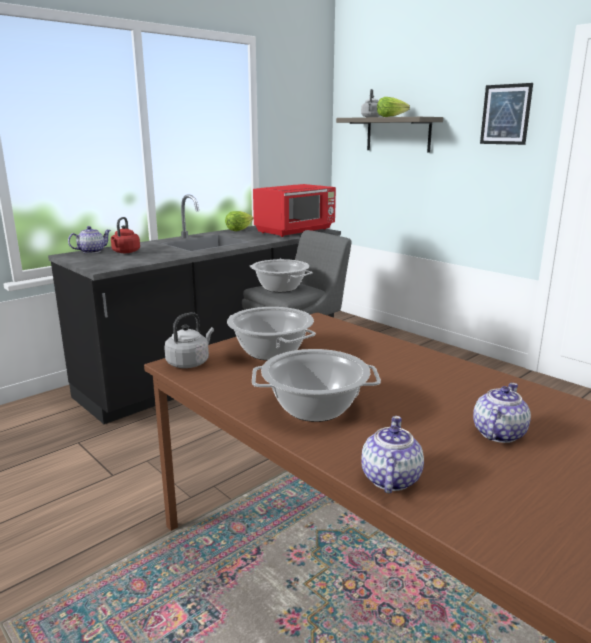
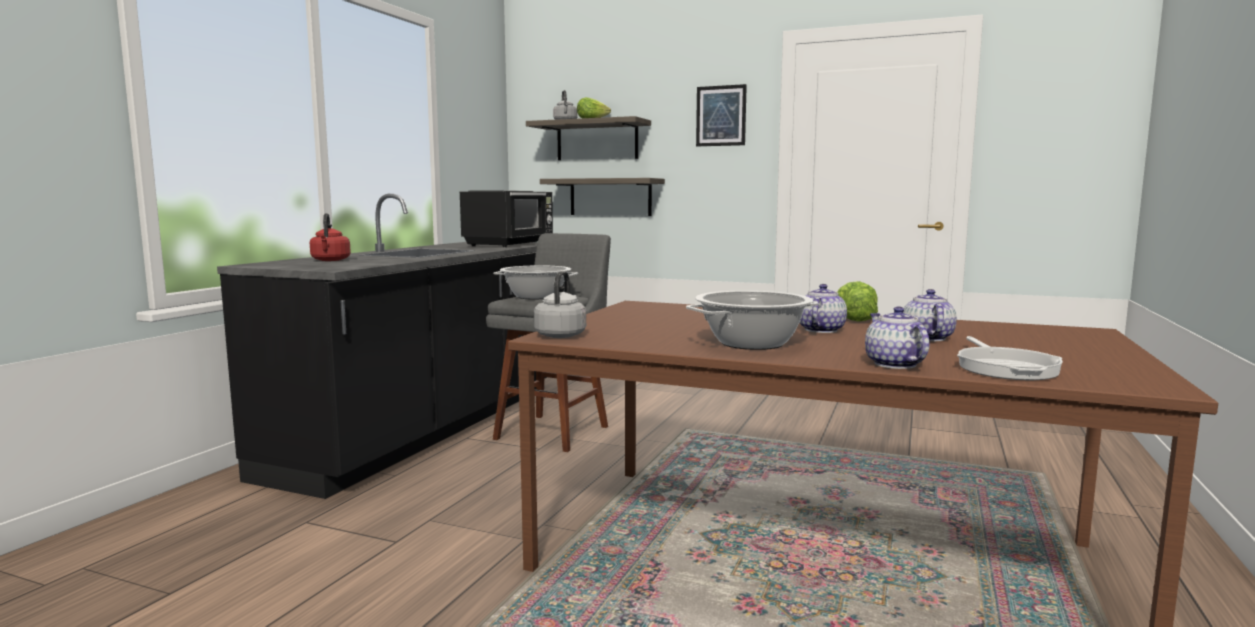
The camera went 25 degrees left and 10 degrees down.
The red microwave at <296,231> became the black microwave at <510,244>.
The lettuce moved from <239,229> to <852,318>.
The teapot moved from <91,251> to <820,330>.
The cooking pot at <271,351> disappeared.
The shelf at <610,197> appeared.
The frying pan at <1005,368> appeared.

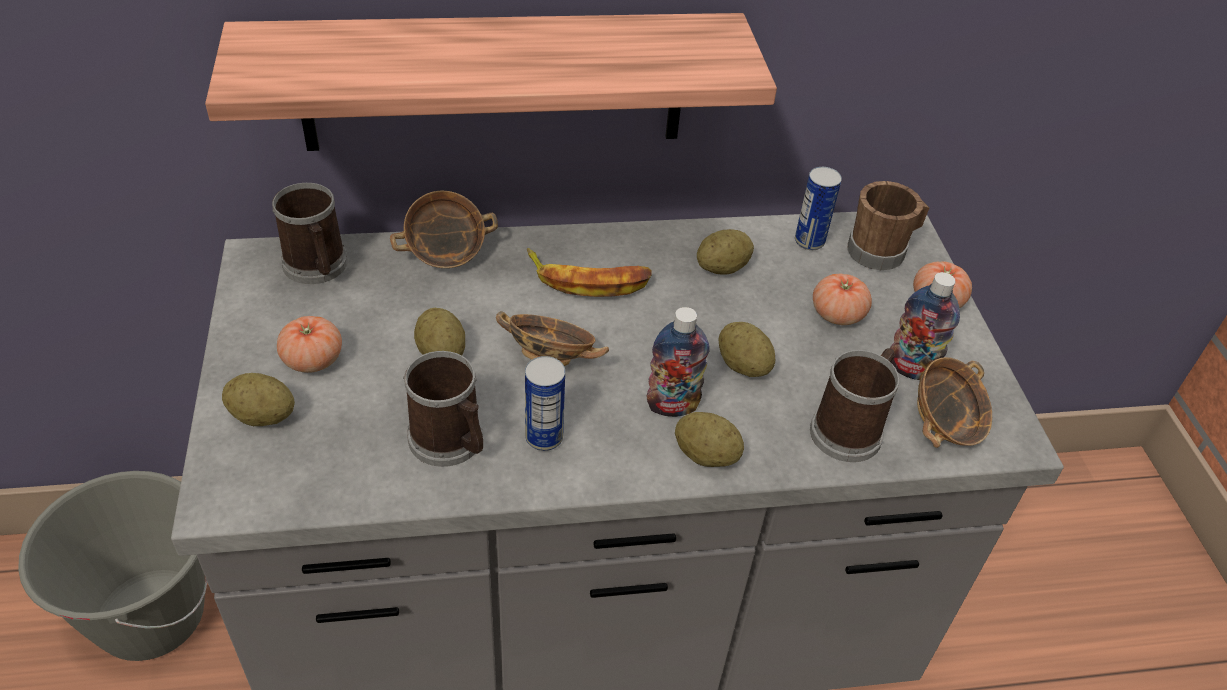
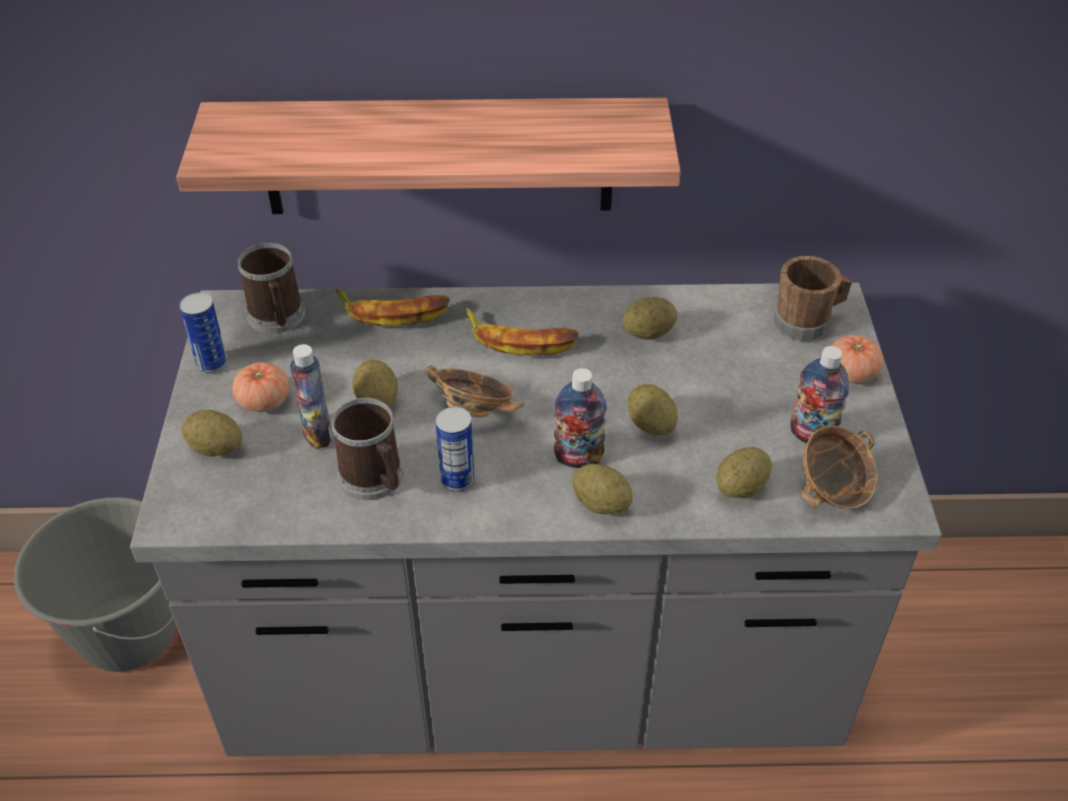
The camera went 10 degrees right and 0 degrees up.
The can moved from <809,241> to <212,363>.
The bowl at <446,255> was replaced by the banana at <393,311>.
The tomato at <837,314> disappeared.
The mug at <850,428> was replaced by the potato at <741,487>.
The bottle at <317,433> appeared.

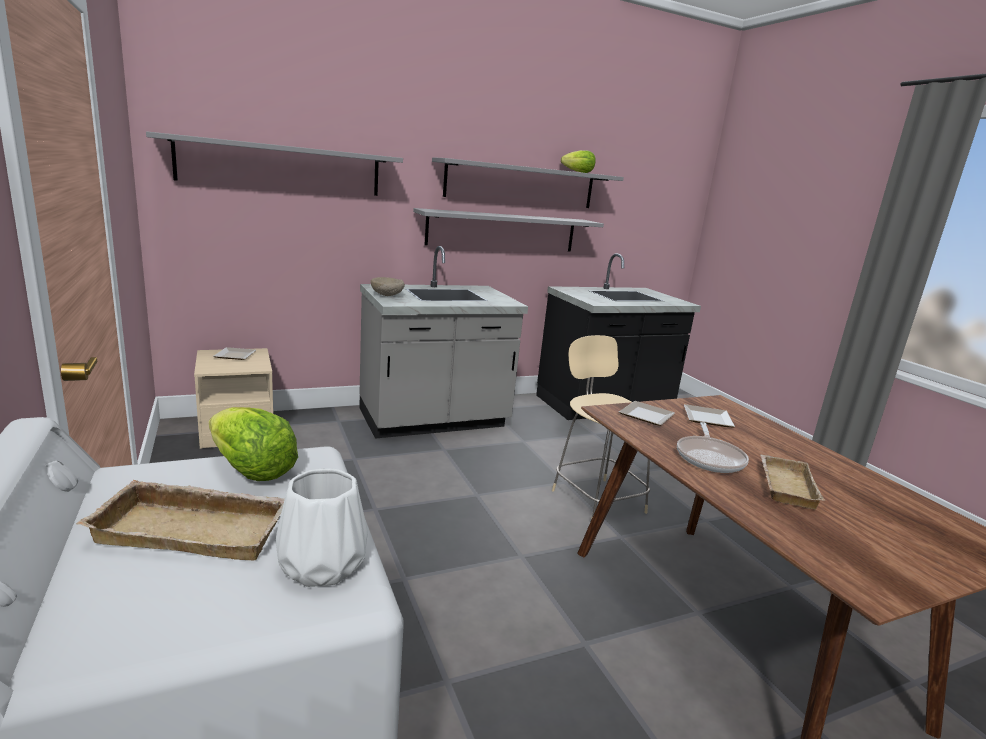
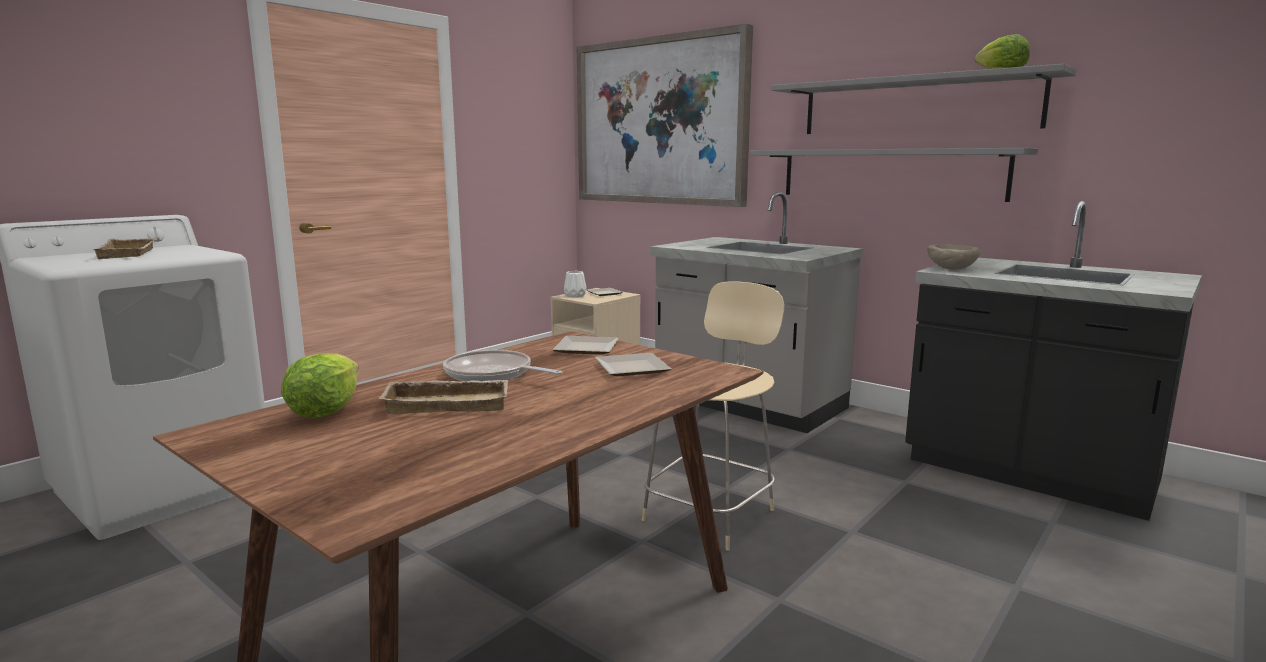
The camera went 65 degrees right and 5 degrees down.
The grey shelf at <281,167> was replaced by the picture at <659,122>.
The beige bowl moved from <387,296> to <950,269>.
The lettuce moved from <251,471> to <325,410>.
The frying pan at <709,457> turned 45 degrees clockwise.
The white vase moved from <320,565> to <574,295>.

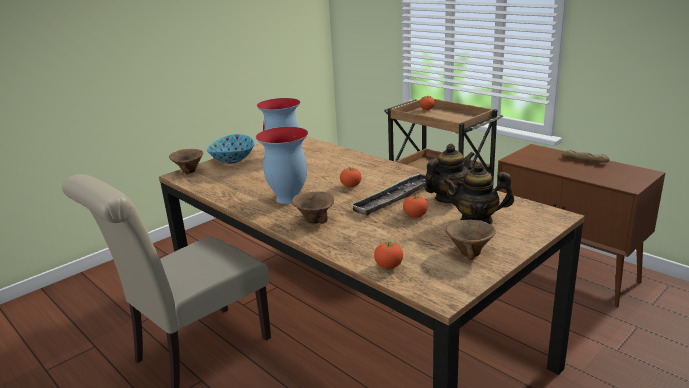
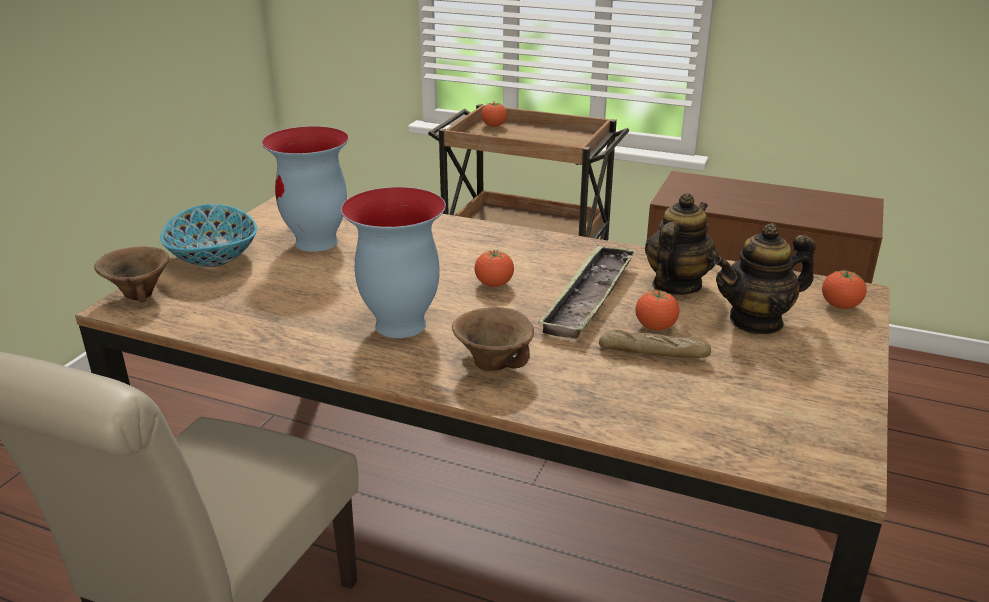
The camera went 25 degrees left and 5 degrees up.
The bread moved from <584,160> to <653,353>.
The brown bowl at <470,254> disappeared.
The tomato moved from <389,266> to <840,306>.

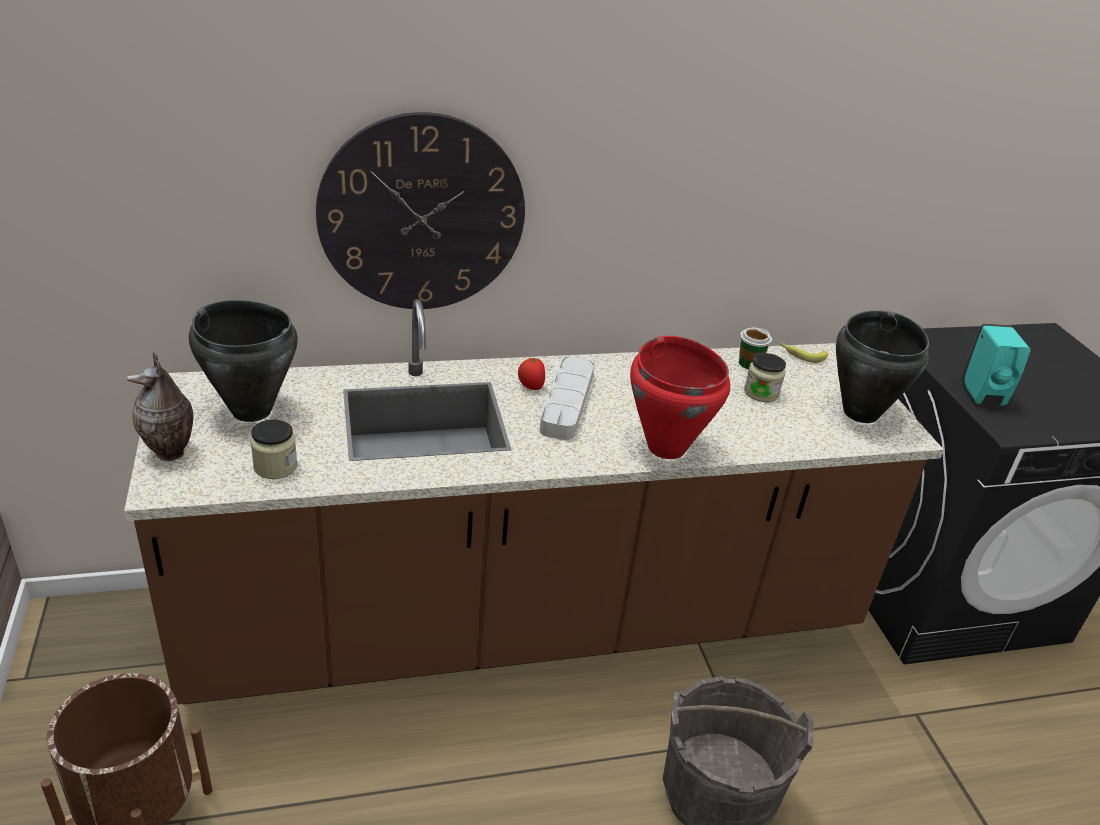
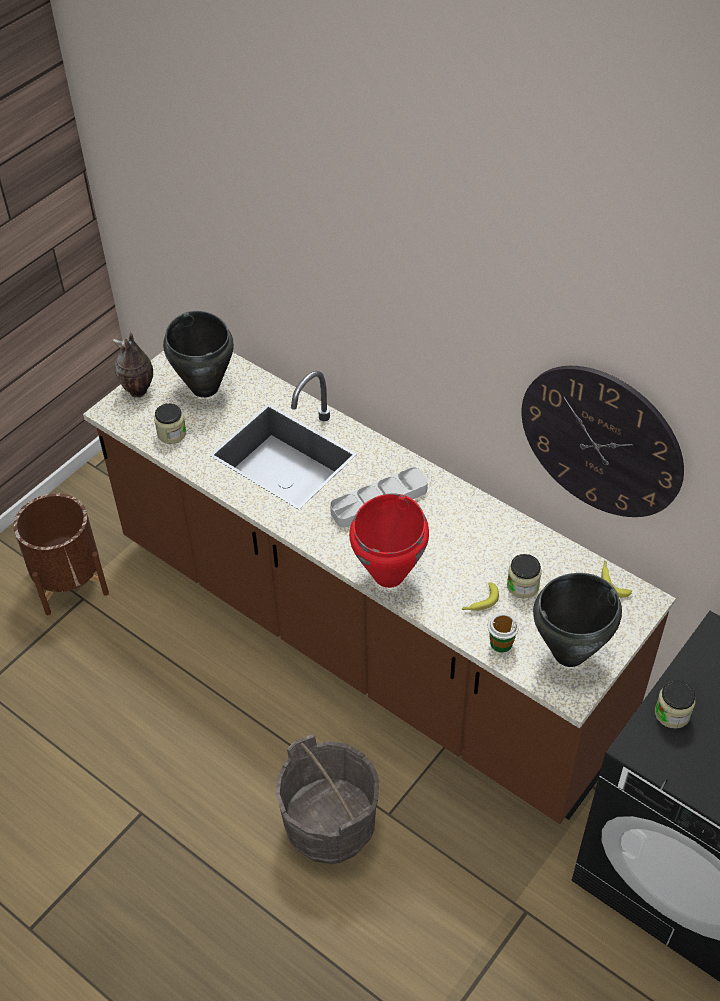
The camera went 55 degrees right and 15 degrees up.
The wall clock moved from <422,215> to <601,441>.
The turquoise soap dispenser at <982,397> was replaced by the jar at <672,713>.
The cup moved from <749,363> to <501,643>.
The tomato at <530,387> disappeared.
The banana at <479,602> appeared.

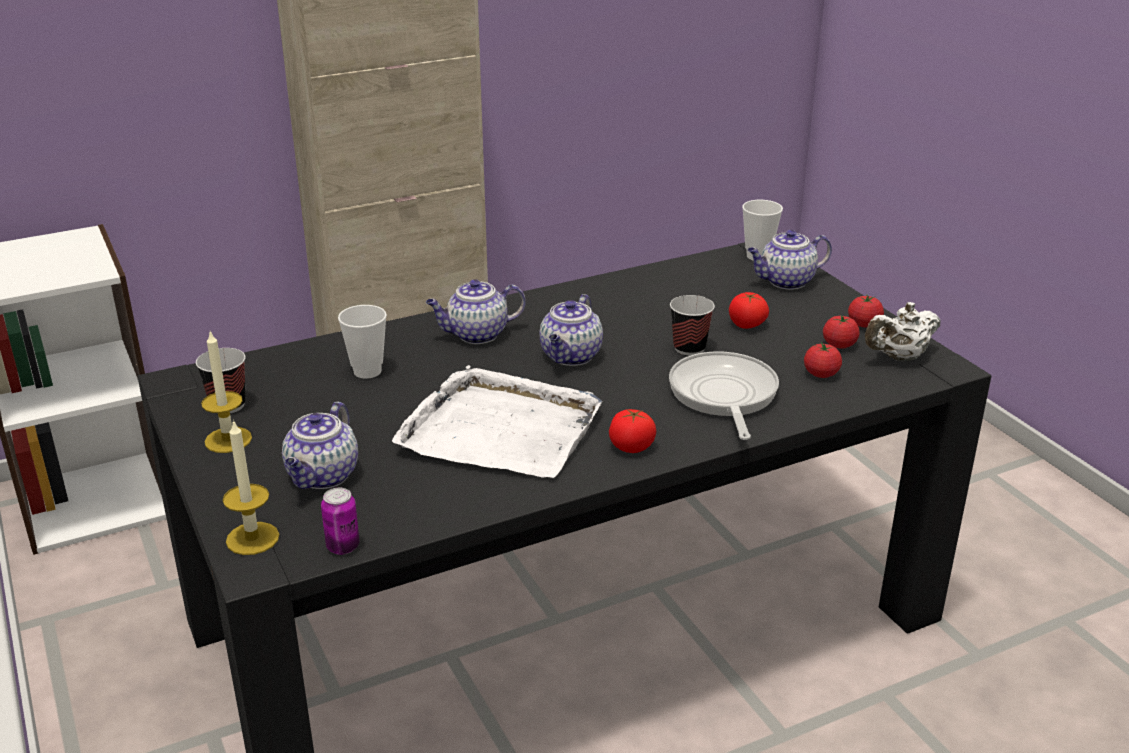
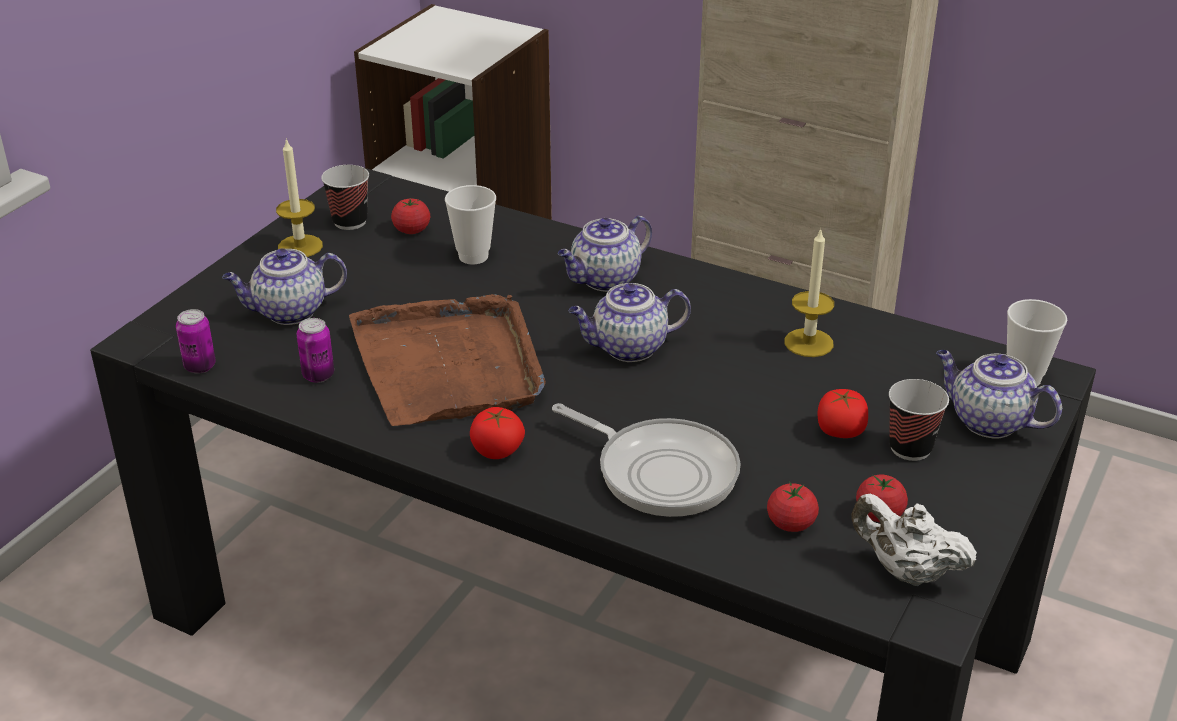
The camera went 55 degrees right and 5 degrees up.
The teapot at <476,335> turned 75 degrees counterclockwise.
The cup moved from <689,348> to <910,448>.
The tomato moved from <864,324> to <411,230>.
The frying pan at <723,396> turned 75 degrees clockwise.
The white tray at <501,430> became the brown tray at <449,365>.
The candle moved from <252,538> to <808,343>.
The can at <318,375> appeared.

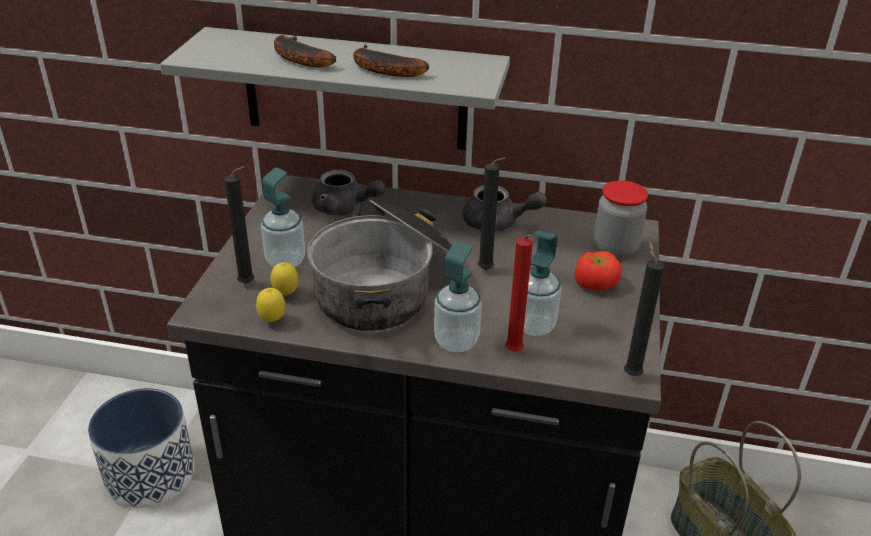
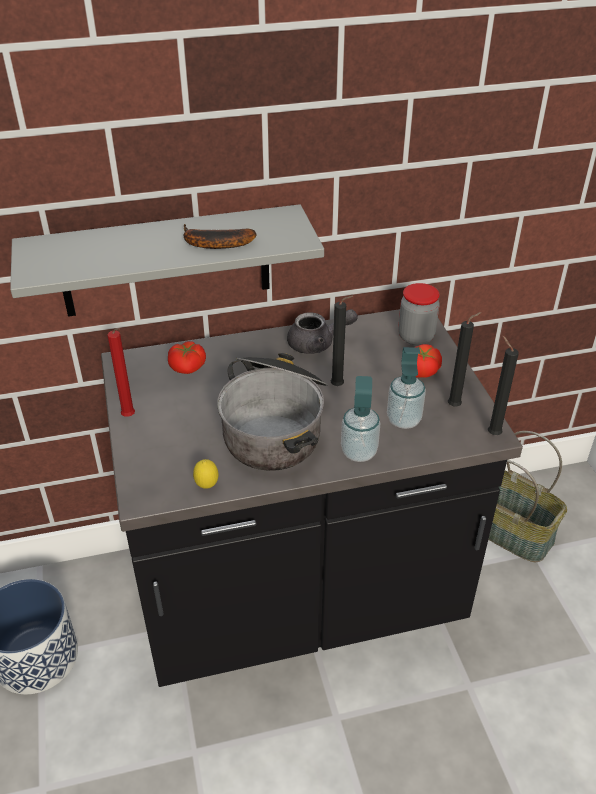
The camera went 25 degrees left and 5 degrees up.
The banana at <297,58> disappeared.
The black candle moved from <249,284> to <456,406>.
The soap dispenser at <285,261> disappeared.
The grey teapot at <345,209> was replaced by the tomato at <188,368>.
The red candle moved from <514,353> to <130,417>.
The lemon at <286,294> disappeared.

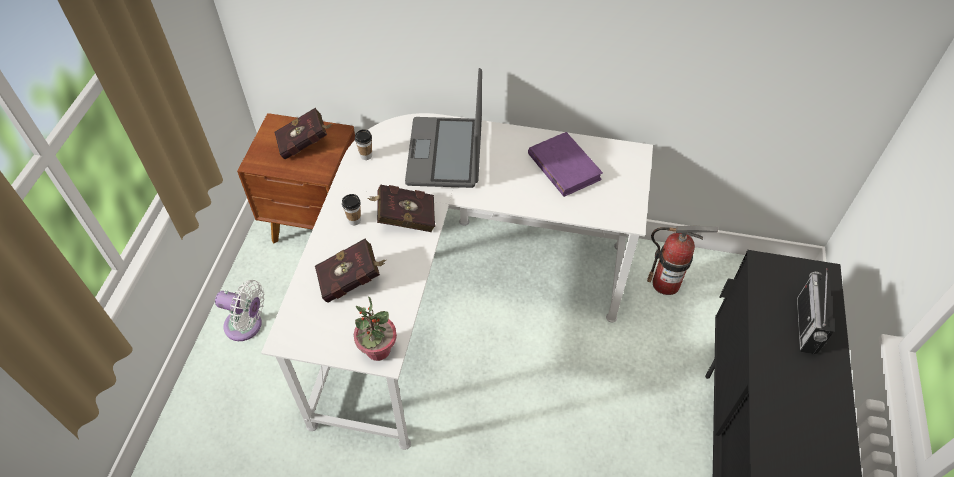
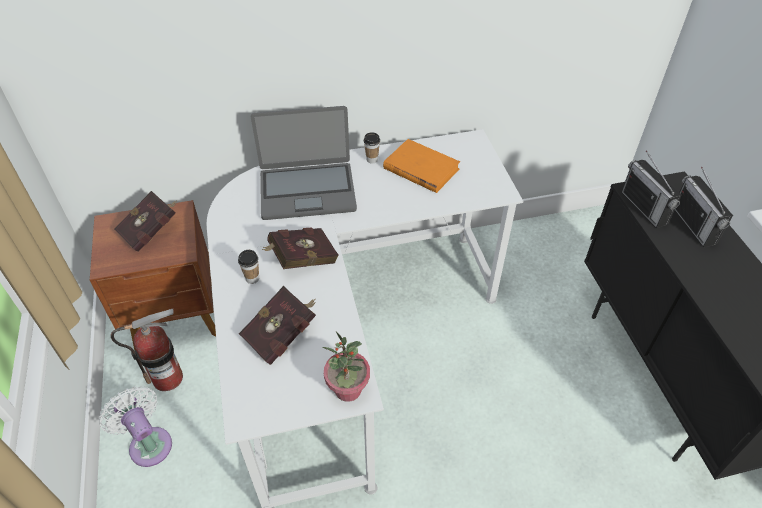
The camera went 25 degrees left and 5 degrees down.
The laptop at <446,153> turned 75 degrees counterclockwise.
The cup moved from <366,155> to <372,159>.
The purple book at <564,166> became the orange book at <420,169>.
The fire extinguisher moved from <666,283> to <168,378>.
The white fan at <247,326> turned 120 degrees counterclockwise.
The radio at <644,208> appeared.

